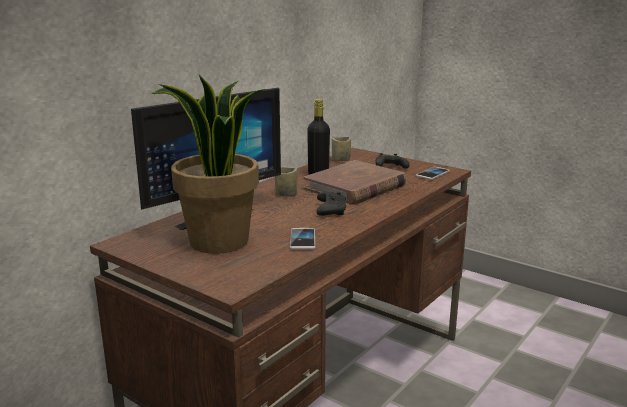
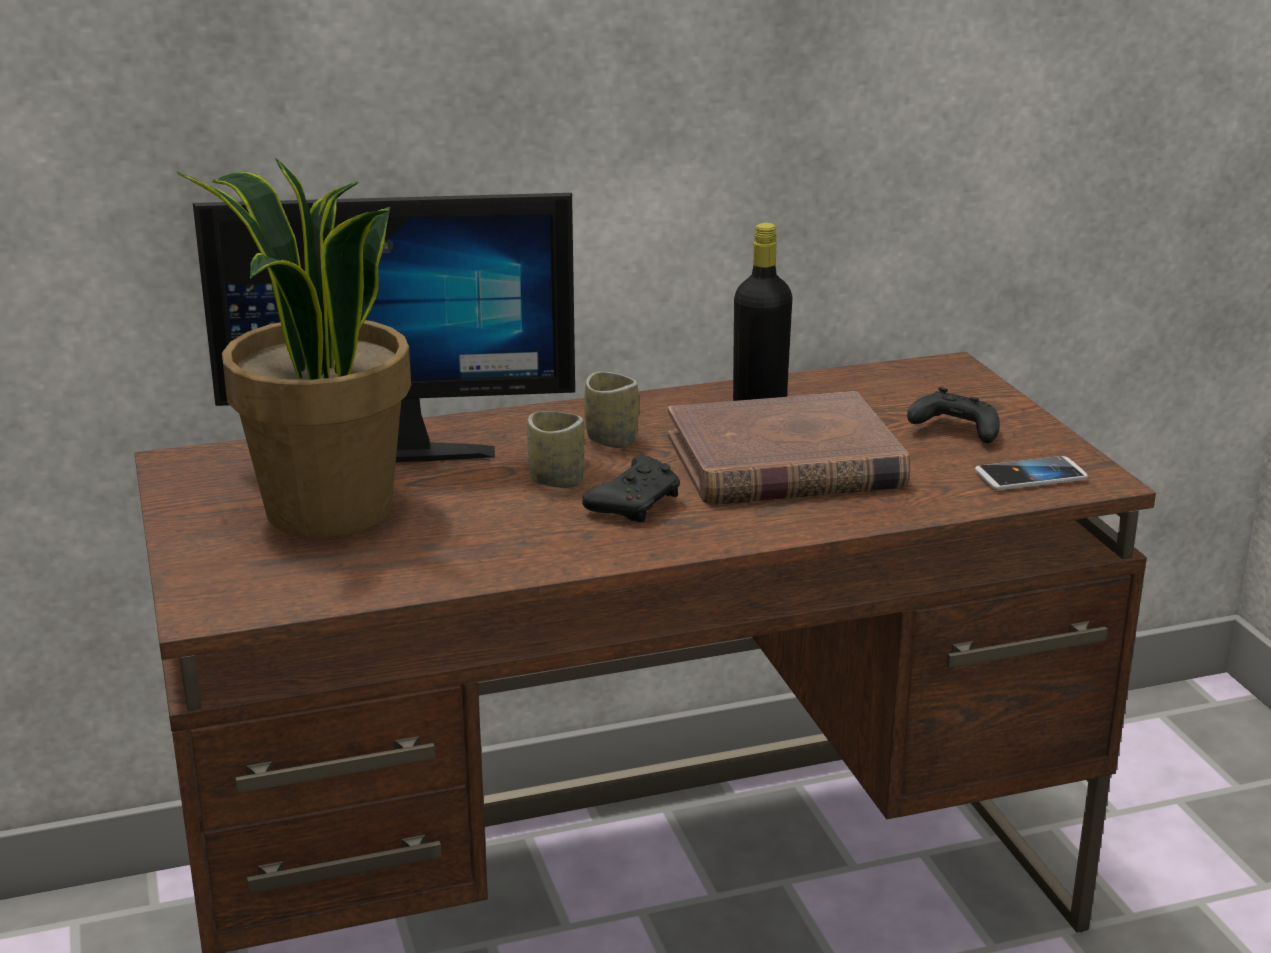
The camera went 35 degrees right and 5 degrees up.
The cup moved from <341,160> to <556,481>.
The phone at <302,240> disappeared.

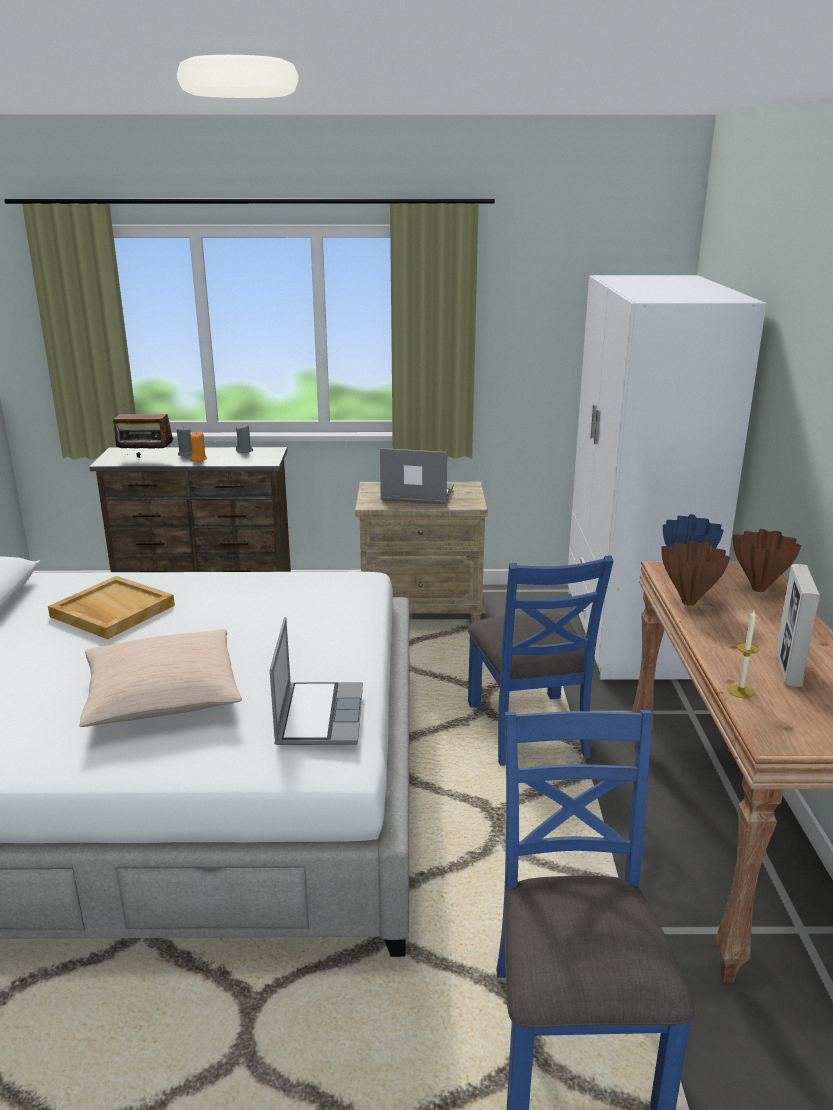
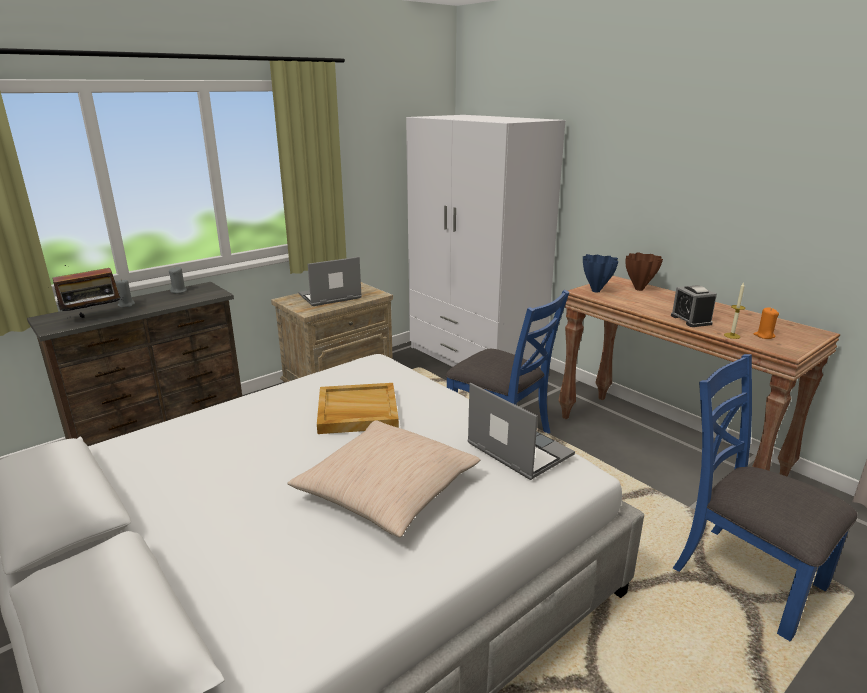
The camera went 40 degrees left and 0 degrees up.
The orange candle moved from <198,459> to <764,336>.
The brown vase at <690,602> disappeared.
The picture frame at <788,669> disappeared.
The beige tray moved from <111,611> to <357,412>.
The alarm clock at <691,320> appeared.

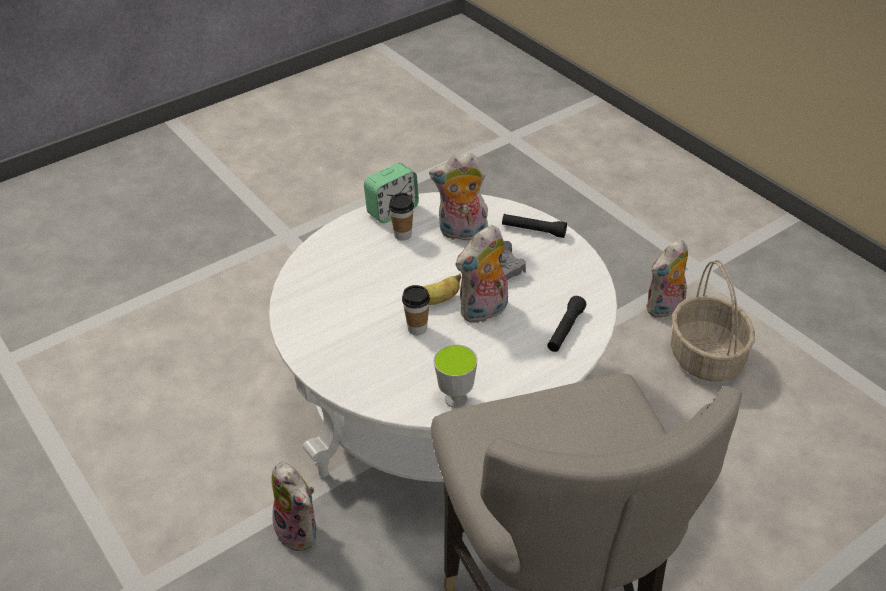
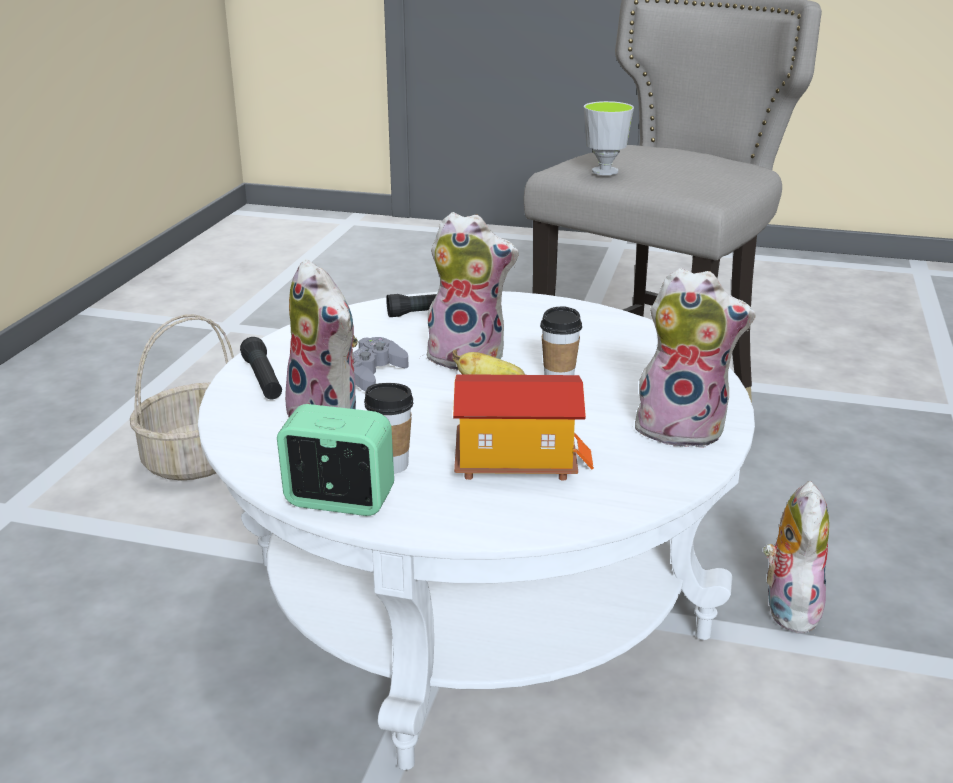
The camera went 130 degrees left and 15 degrees down.
The plush toy moved from <665,309> to <682,428>.
The cup moved from <456,399> to <605,171>.
The toy house at <517,461> appeared.

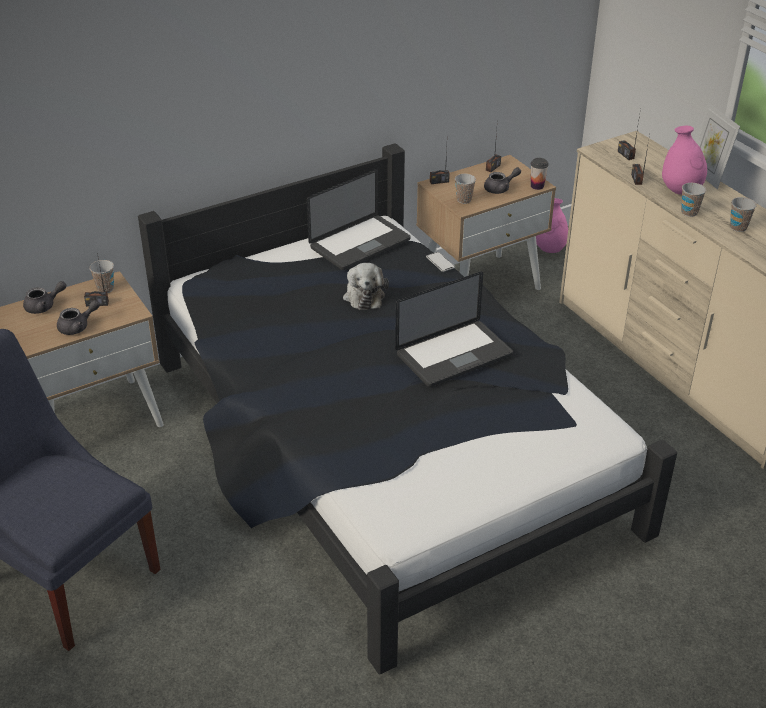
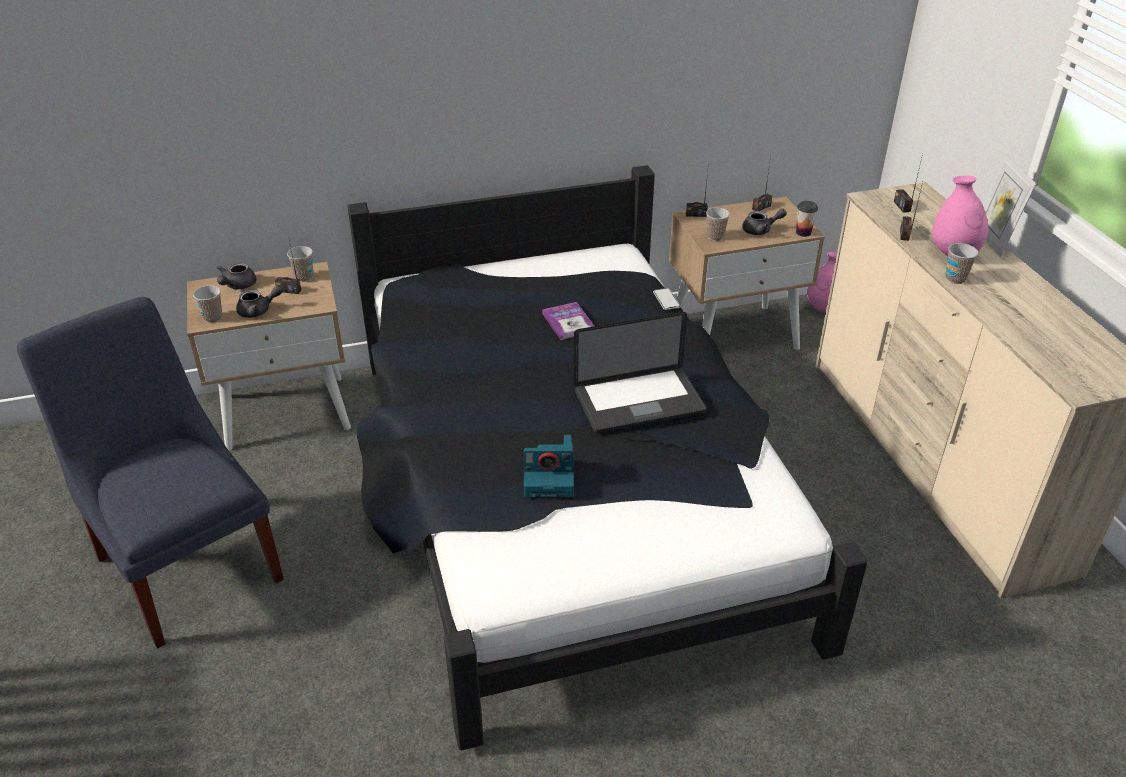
The camera went 15 degrees right and 0 degrees up.
The laptop at <360,244> disappeared.
The cup moved from <738,227> to <213,318>.
The plush toy at <364,295> was replaced by the book at <568,322>.
The grey teapot at <44,306> turned 120 degrees clockwise.
The photo camera at <550,478> appeared.

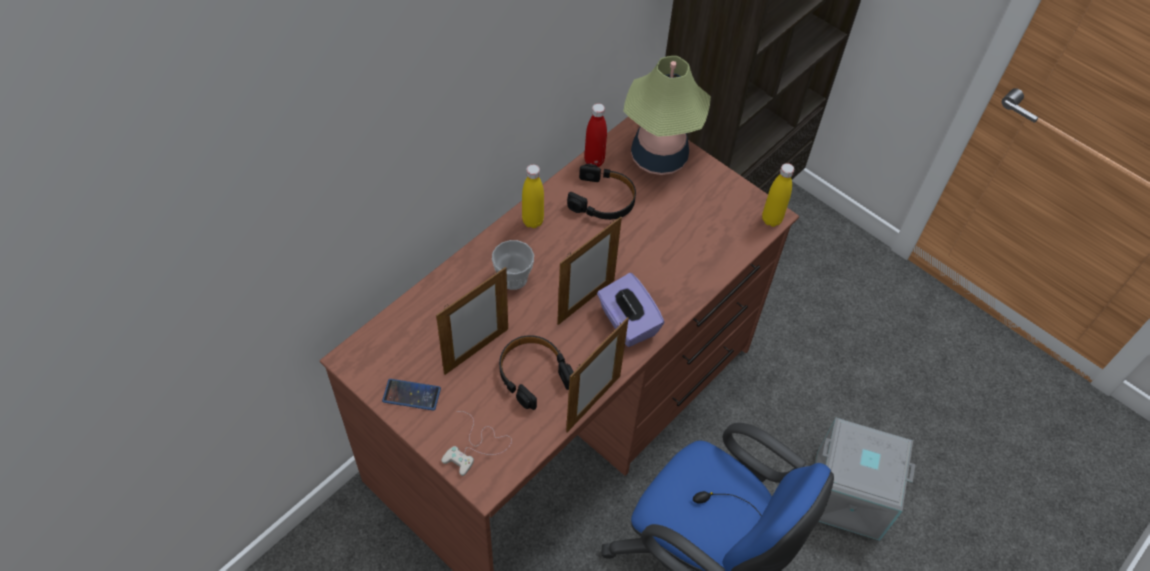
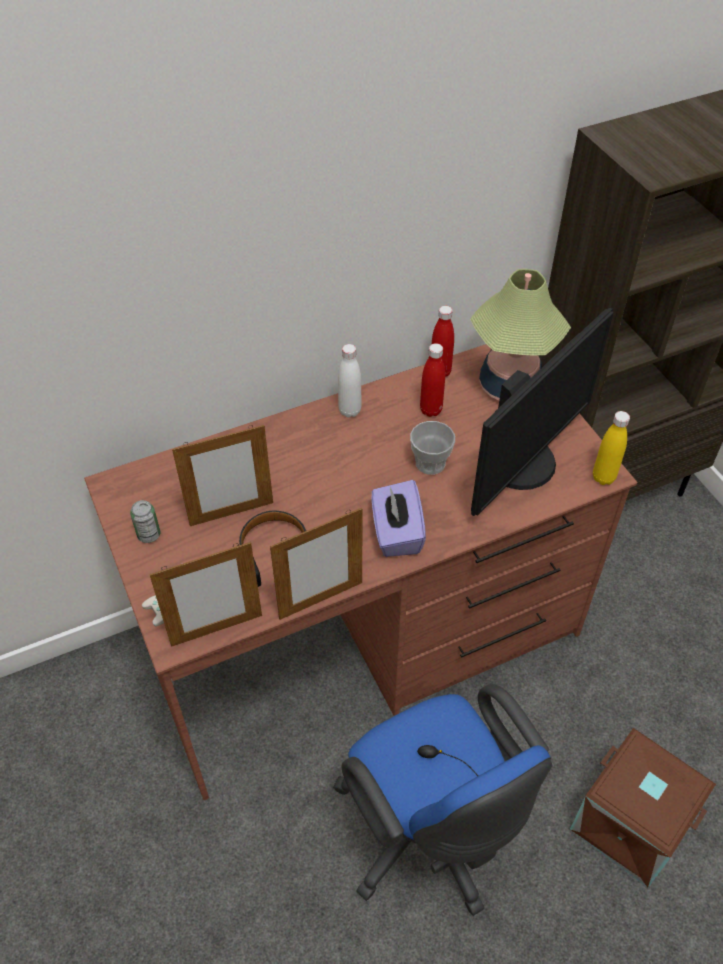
The camera went 25 degrees right and 5 degrees down.
The yellow bottle at <532,221> became the white bottle at <350,411>.
The black headphones at <603,200> was replaced by the red bottle at <431,410>.
The picture frame moved from <586,302> to <217,630>.
The cup moved from <513,278> to <430,463>.
The phone at <411,395> was replaced by the can at <149,535>.
The grey storage box at <846,496> became the brown storage box at <628,824>.
The monitor at <523,464> appeared.

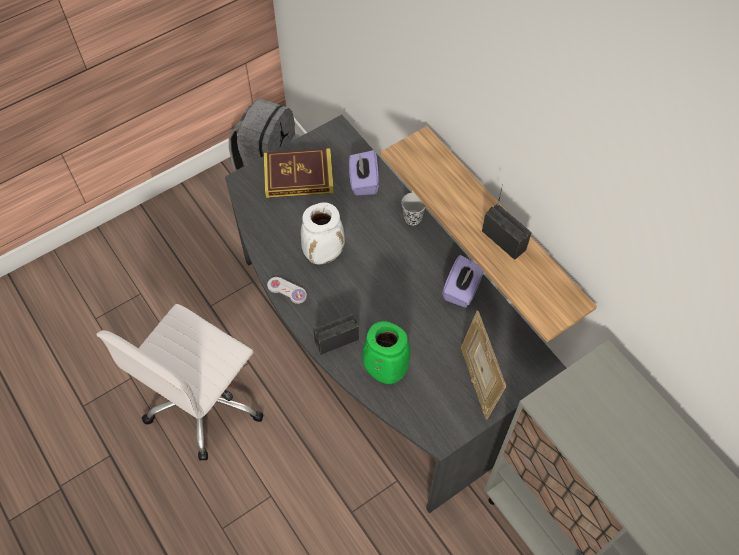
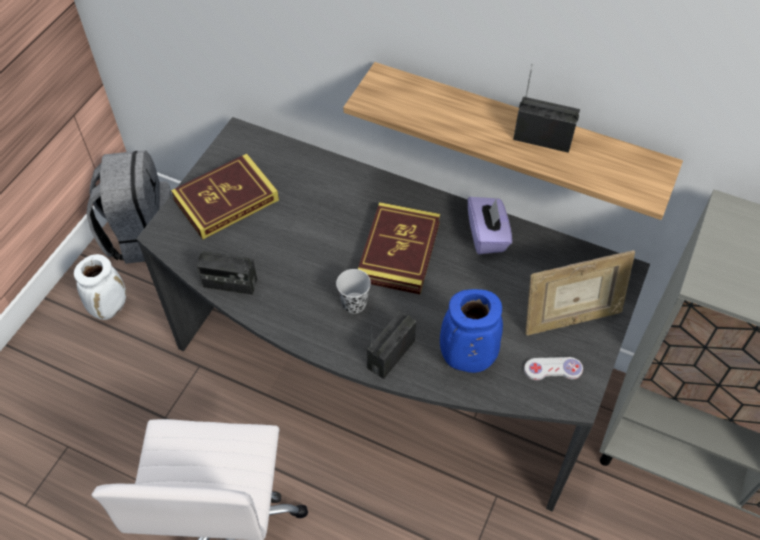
The camera went 30 degrees left and 5 degrees down.
The purple tissue box at <363,181> disappeared.
The black cup moved from <412,218> to <354,303>.
The white vase moved from <324,254> to <110,307>.
The white game controller moved from <287,290> to <553,369>.
The picture frame at <477,381> turned 60 degrees counterclockwise.
The green vase at <384,371> became the blue vase at <466,360>.
The book at <399,251> appeared.
The radio at <230,283> appeared.

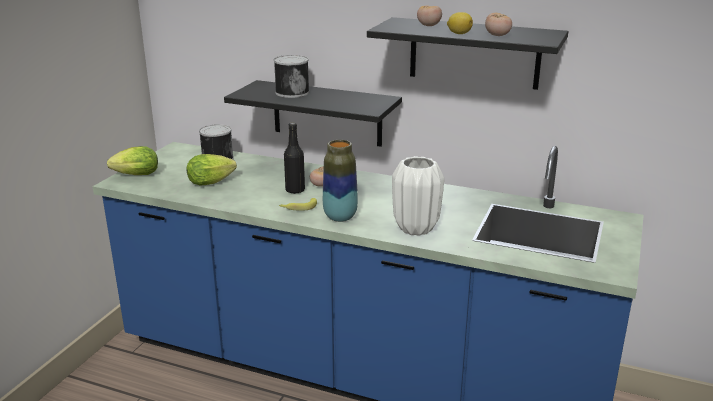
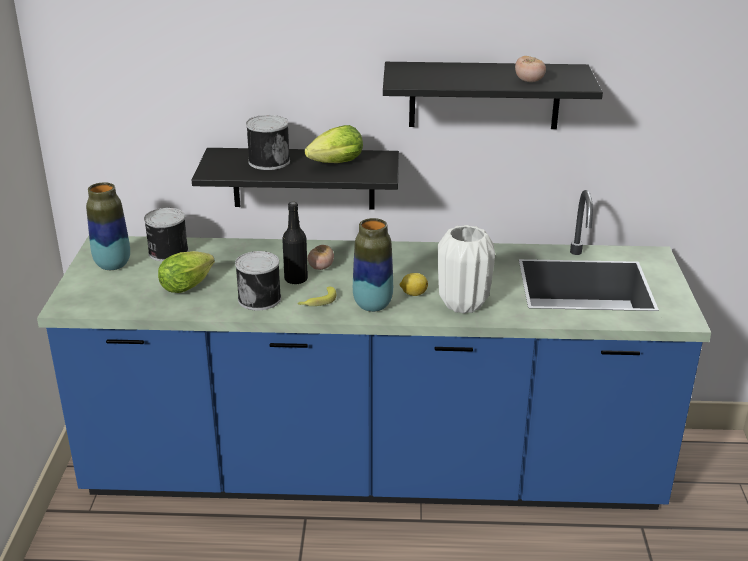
The camera went 20 degrees left and 5 degrees up.
The tomato at <429,26> disappeared.
The lemon moved from <458,33> to <413,294>.
The lettuce moved from <134,175> to <333,164>.
The vase at <113,265> appeared.
The can at <260,298> appeared.

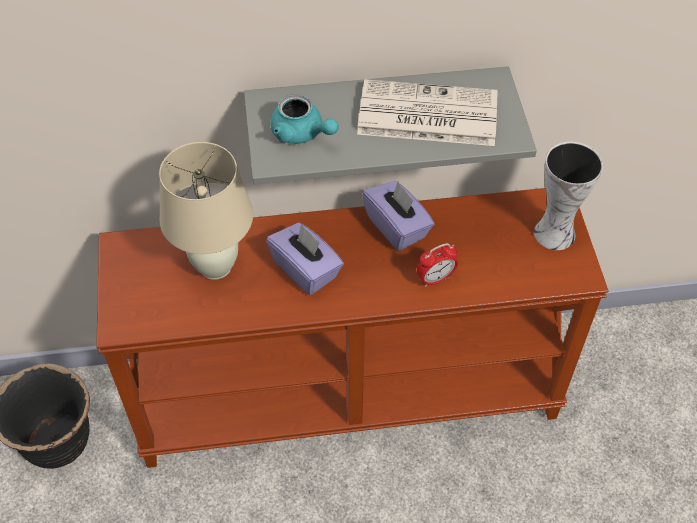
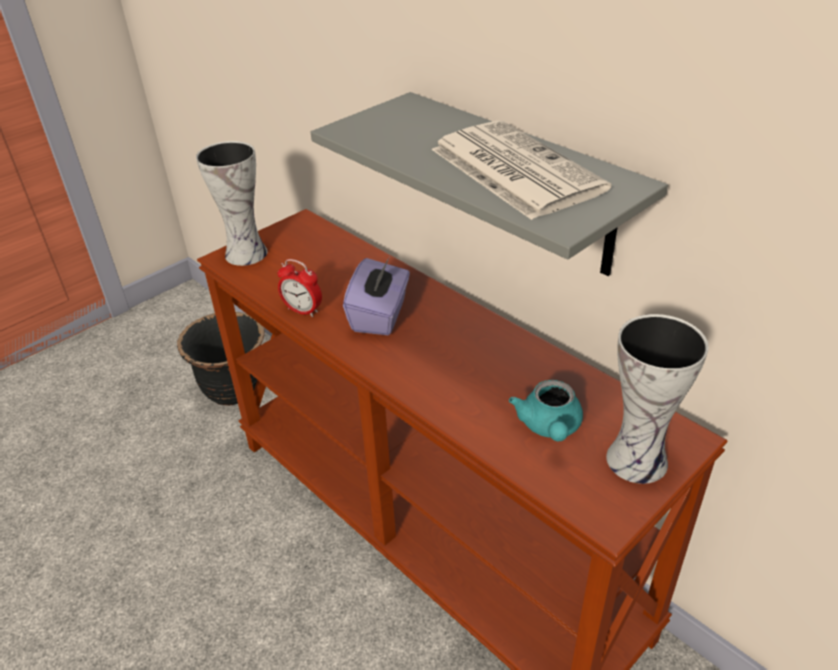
The camera went 55 degrees right and 15 degrees down.
The turquoise teapot moved from <302,134> to <549,427>.
The beige table lamp at <216,266> disappeared.
The purple tissue box at <397,227> disappeared.
The alarm clock moved from <435,279> to <303,311>.
The vase at <245,253> appeared.

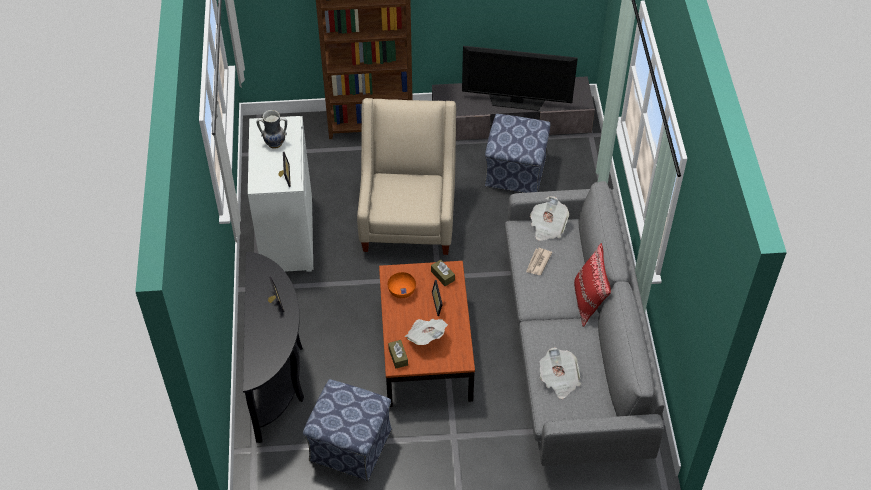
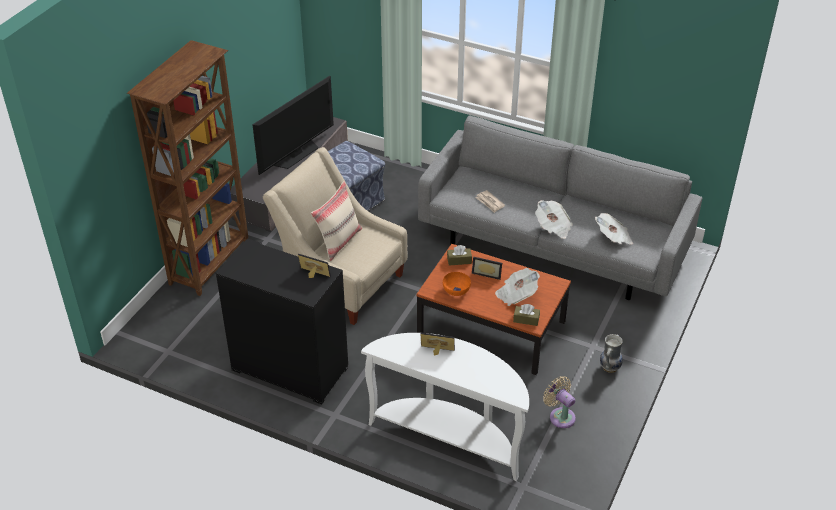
The camera went 60 degrees left and 10 degrees down.
The vase moved from <275,143> to <609,367>.
The white cabinet at <286,235> became the black cabinet at <289,369>.
The newspaper moved from <547,226> to <553,227>.
The red pillow at <589,301> disappeared.
The black console table at <278,375> became the white console table at <450,436>.
The ottoman at <349,445> was replaced by the beige fan at <560,416>.
The beige pillow at <339,241> appeared.

